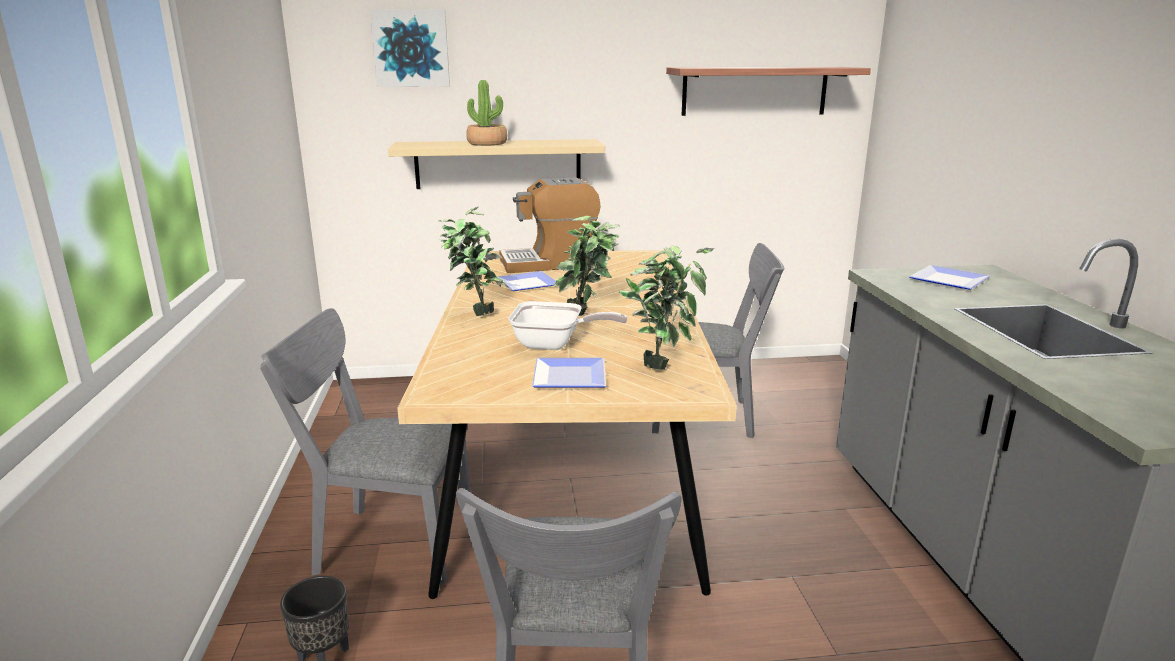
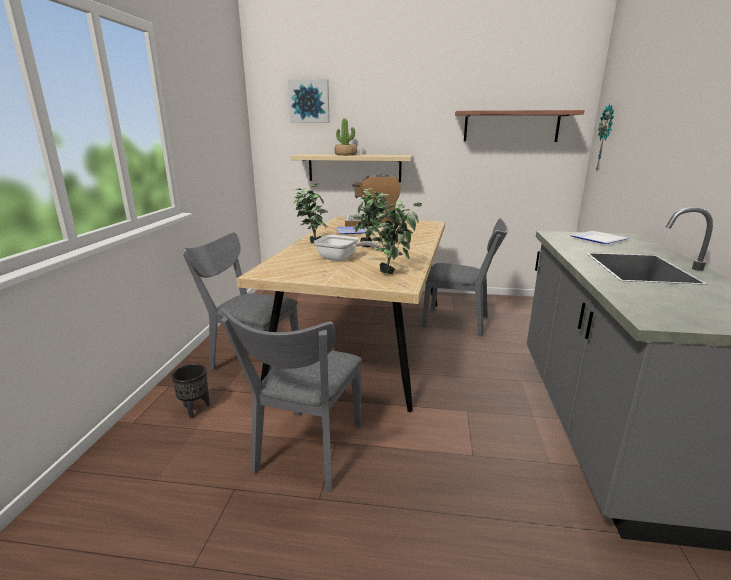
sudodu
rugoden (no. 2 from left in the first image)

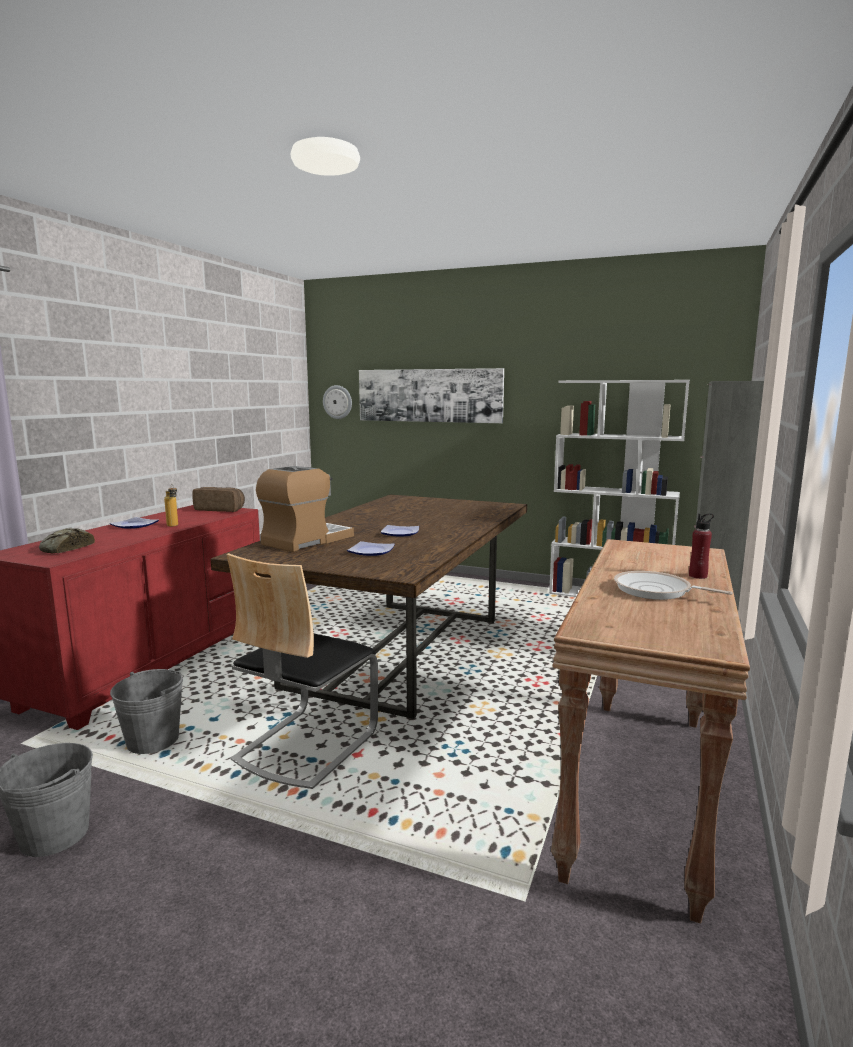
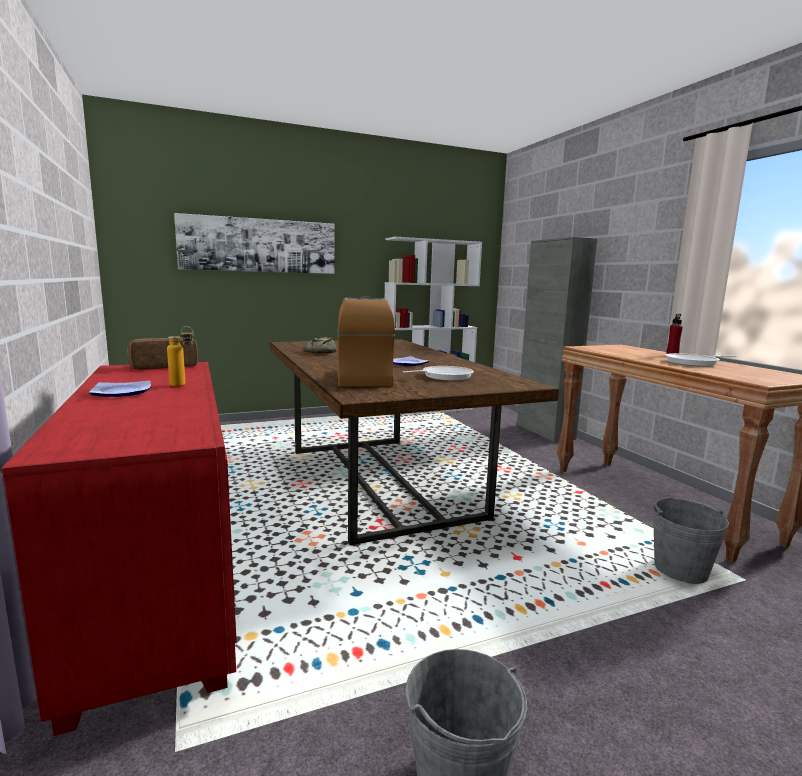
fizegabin (no. 2 from left)
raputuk (no. 1 from left)
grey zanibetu (no. 2 from left)
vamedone
sudodu

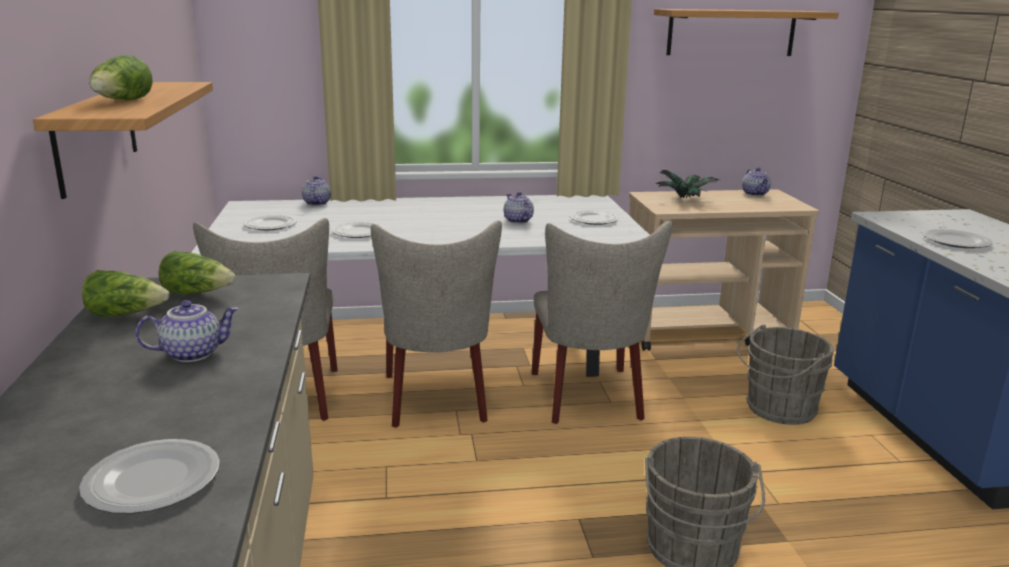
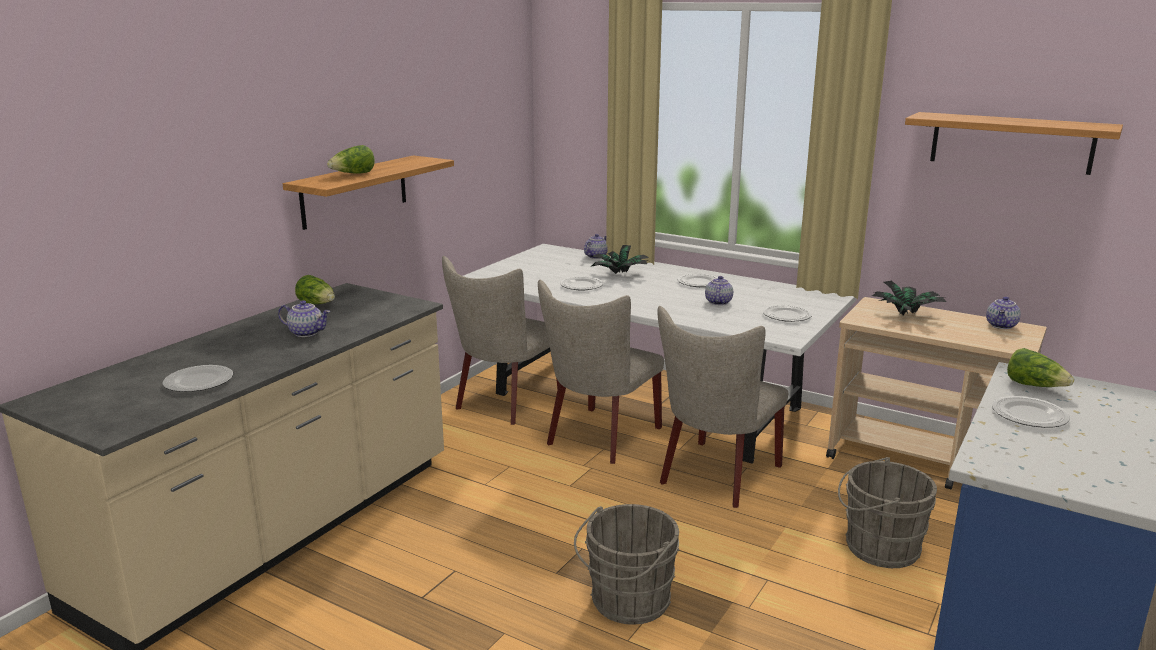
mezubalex (no. 1 from left)
rugoden (no. 3 from left)
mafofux (no. 3 from left)

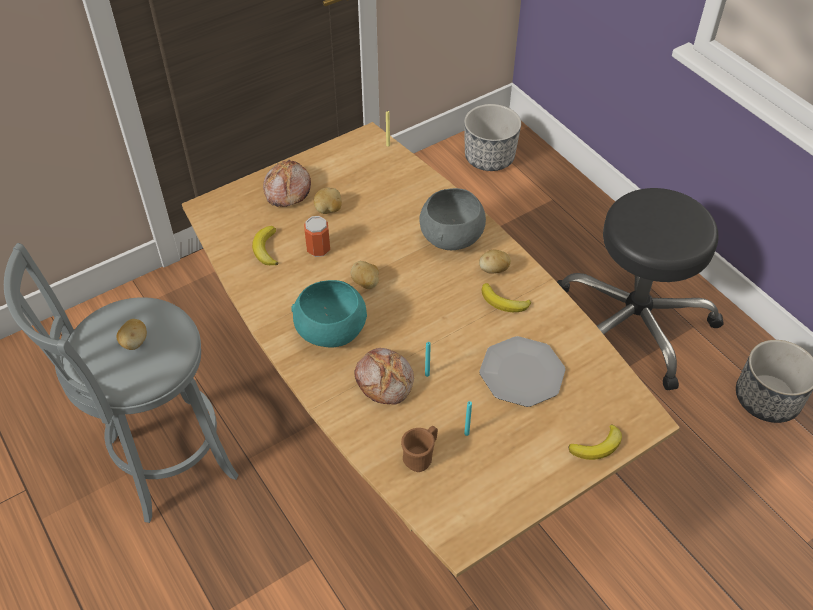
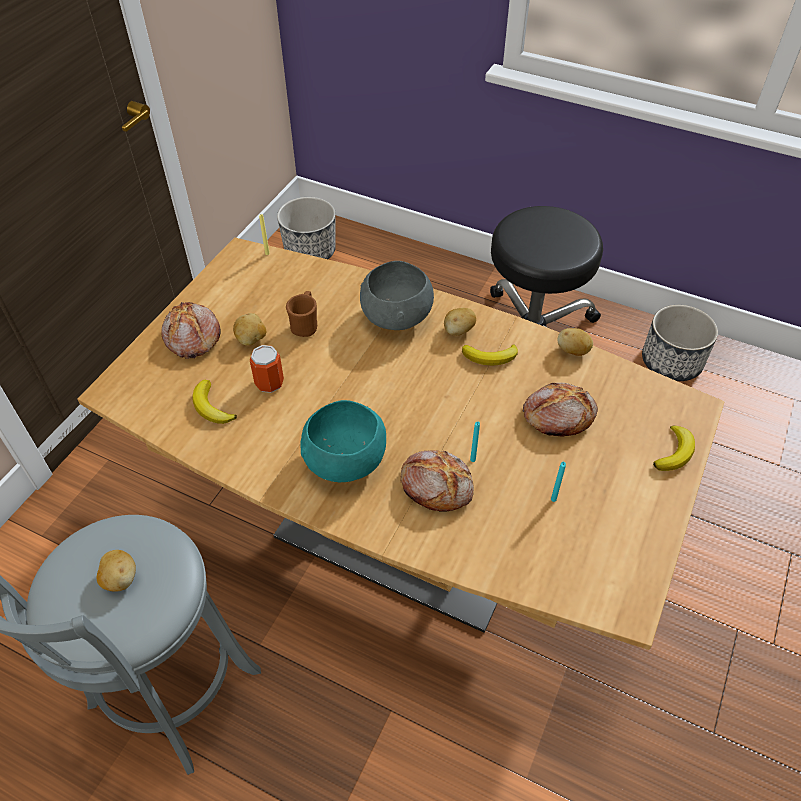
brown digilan
fizegabin (no. 3 from left)
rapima (no. 4 from left)

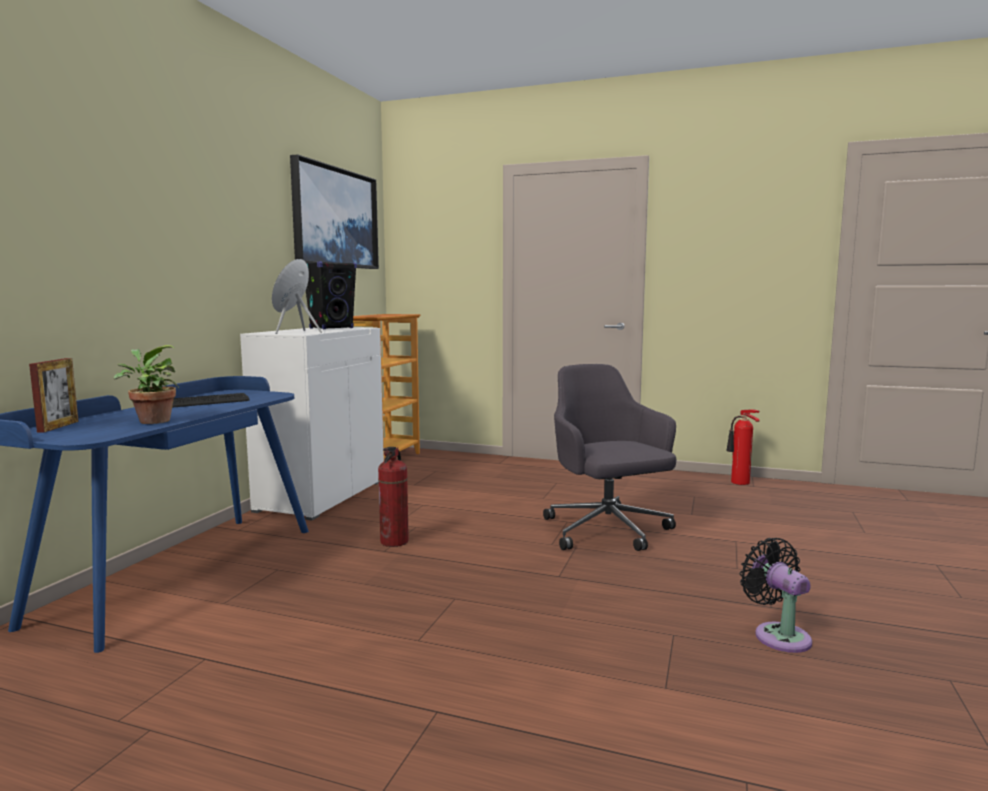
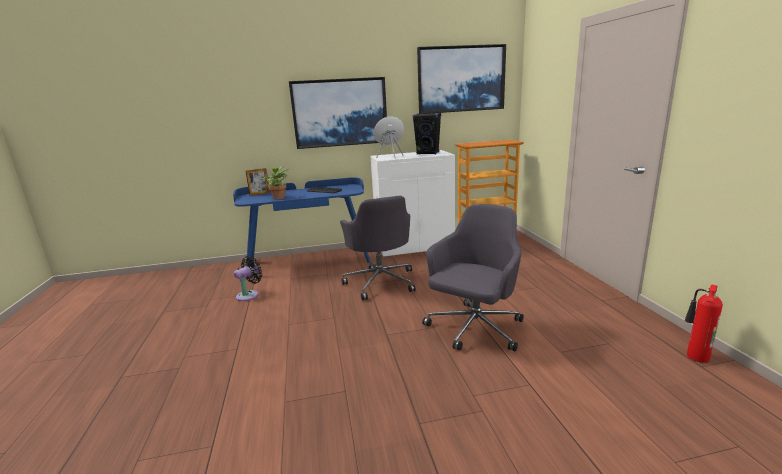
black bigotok
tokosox (no. 1 from left)
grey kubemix (no. 1 from left)

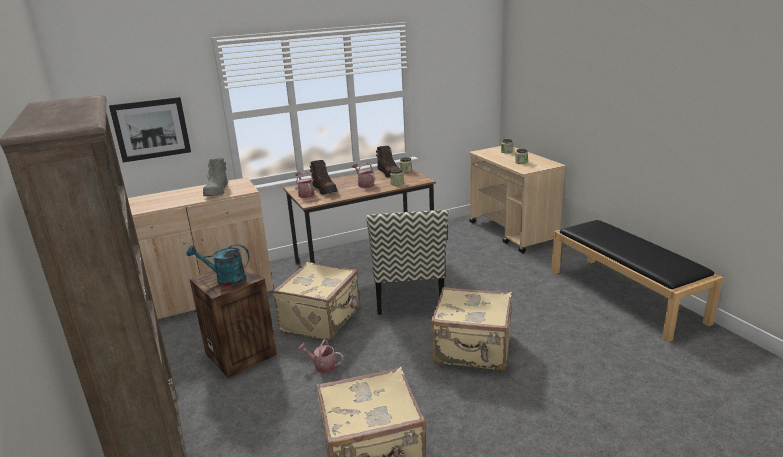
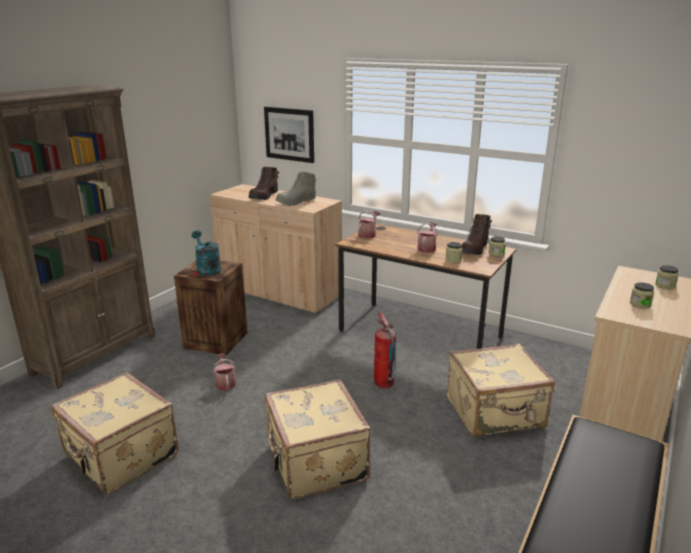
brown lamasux (no. 1 from left)
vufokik
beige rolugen (no. 3 from left)

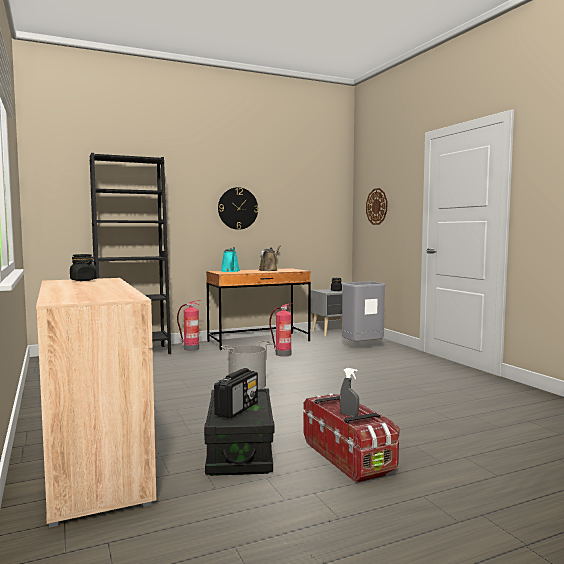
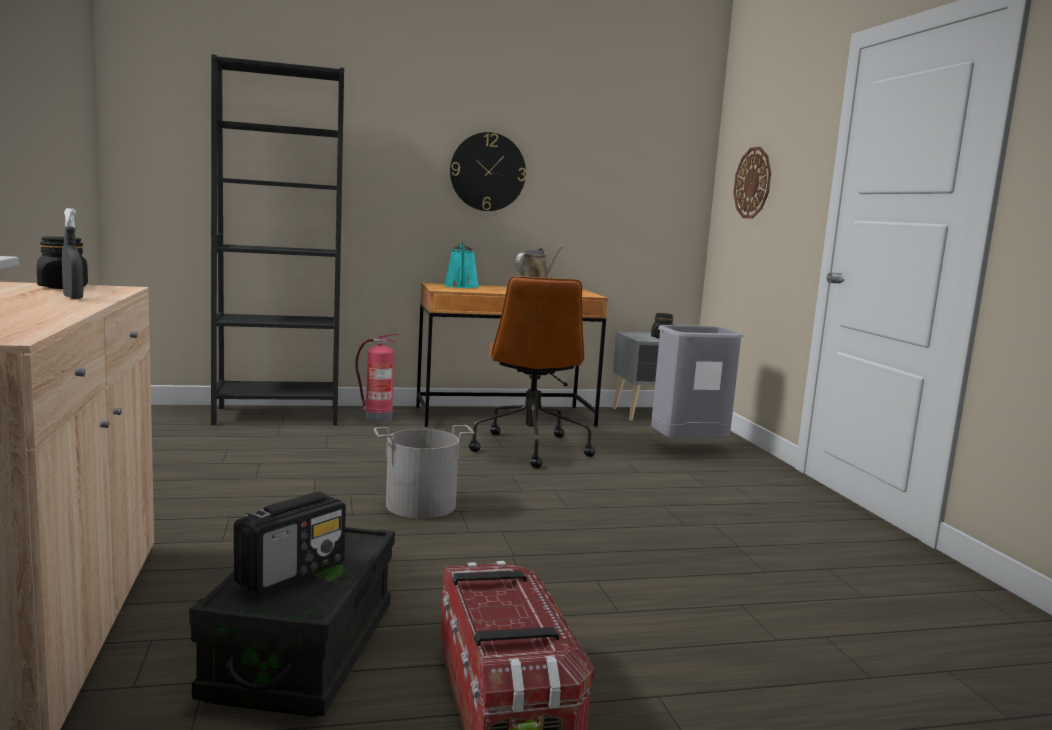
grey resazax
brown kubemix

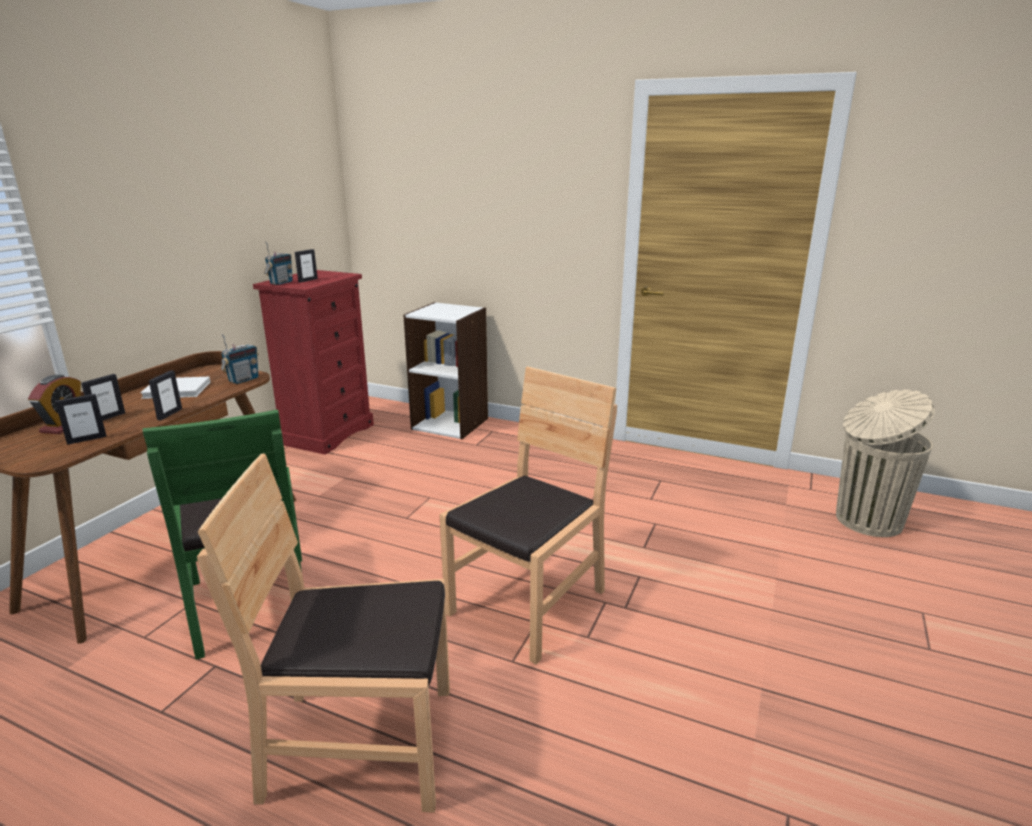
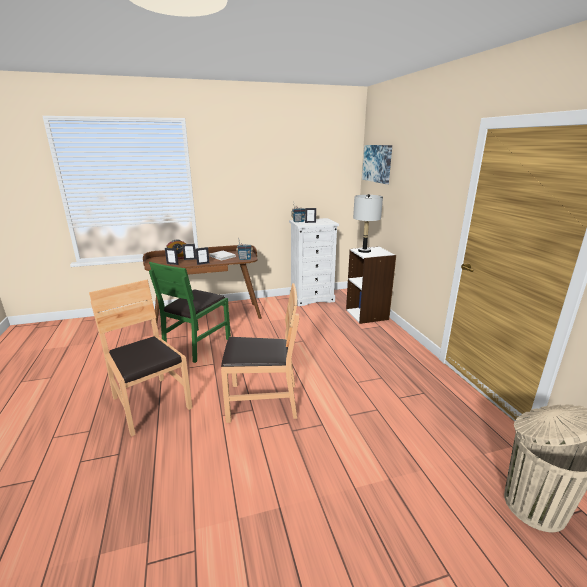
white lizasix
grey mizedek
tokosox

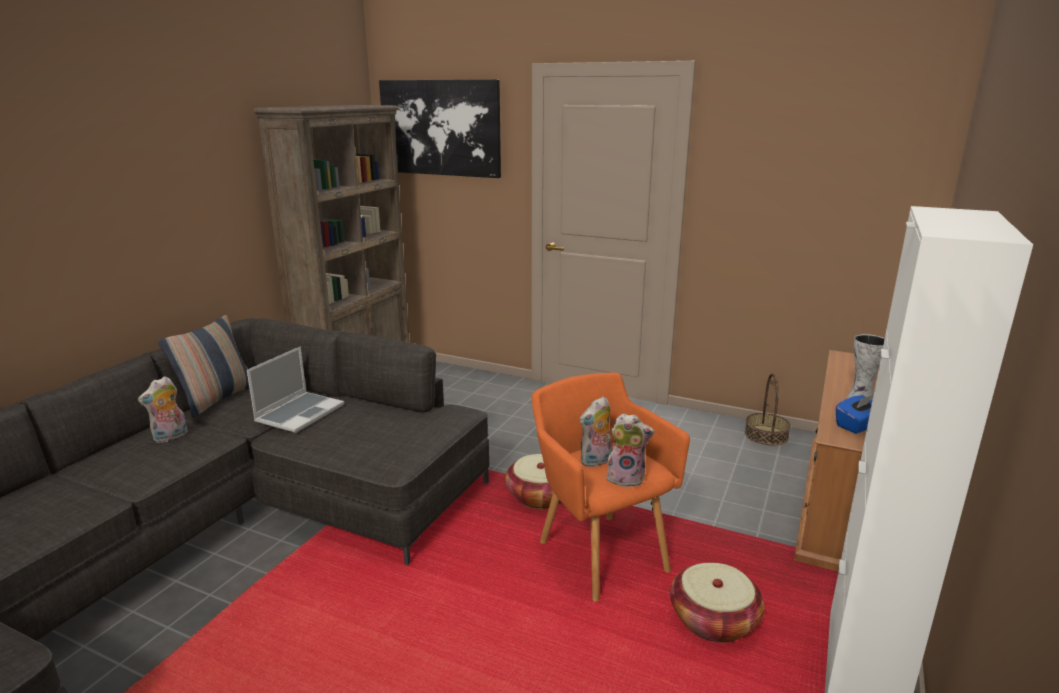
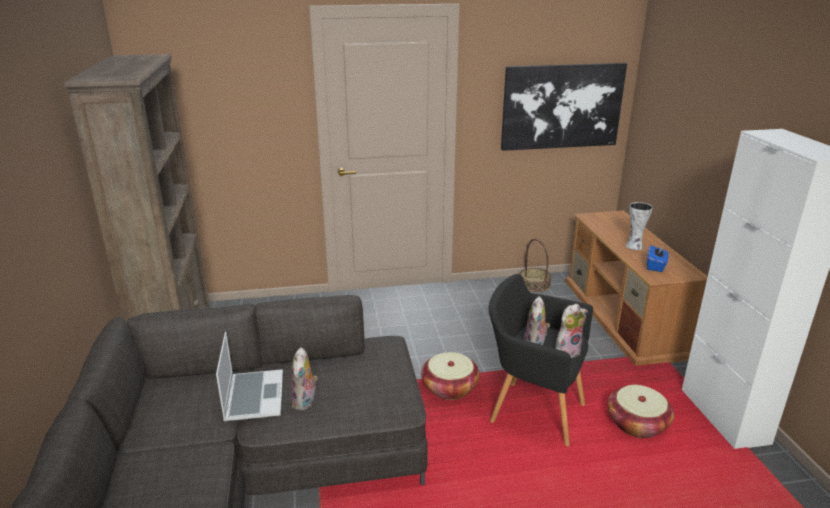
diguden (no. 1 from left)
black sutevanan
tokosox
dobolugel

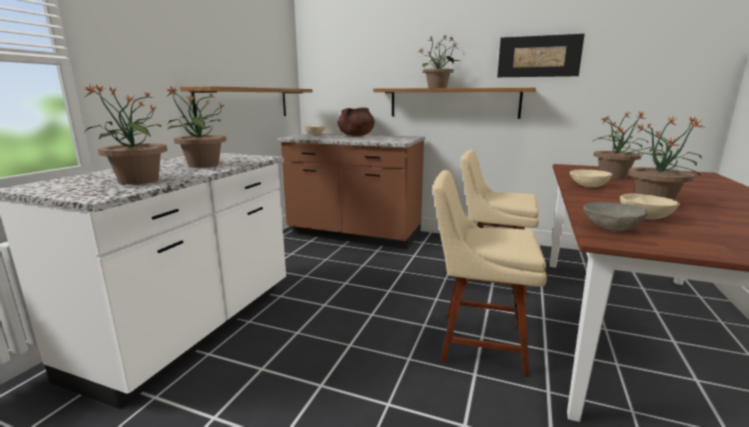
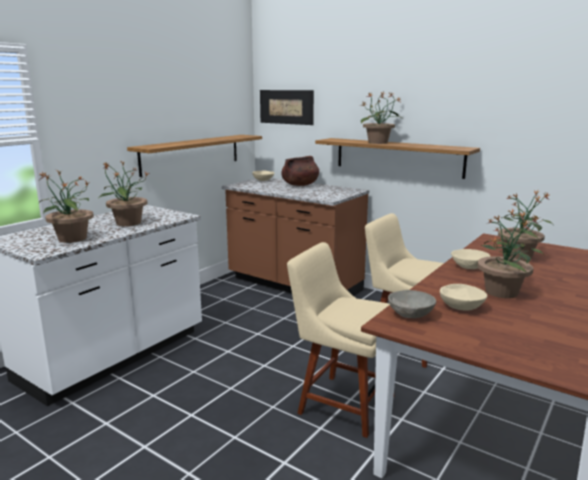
tokosox

